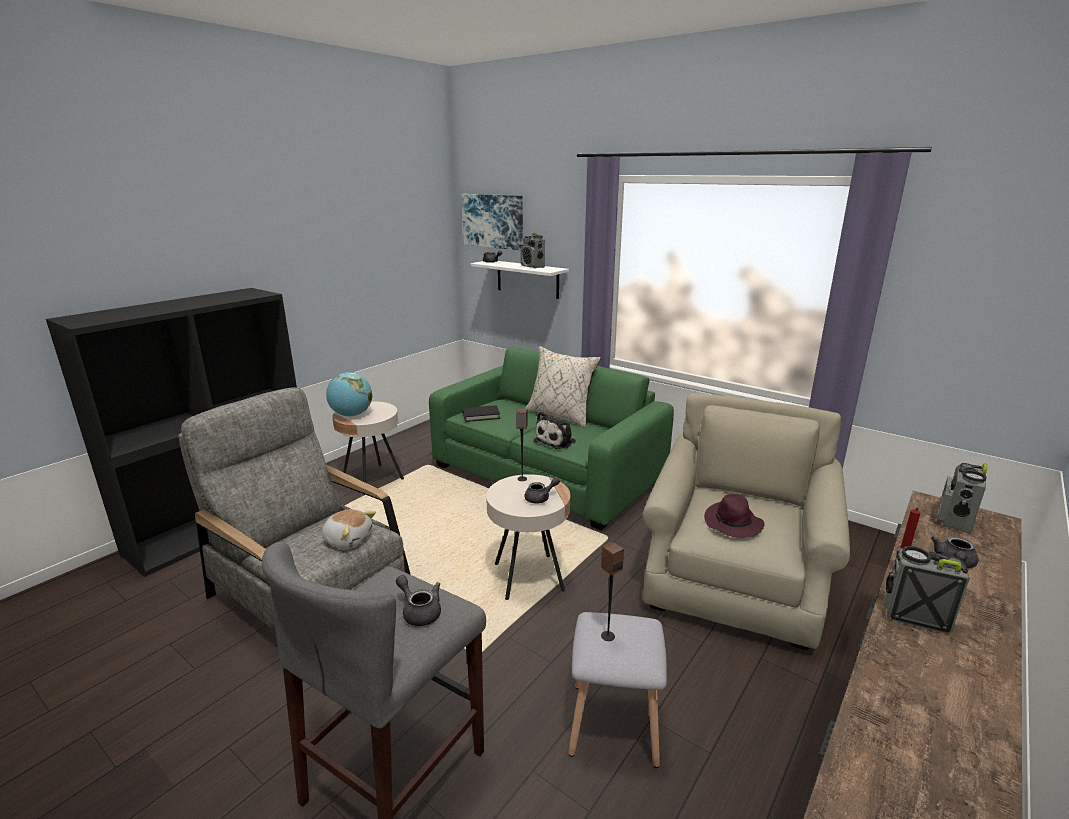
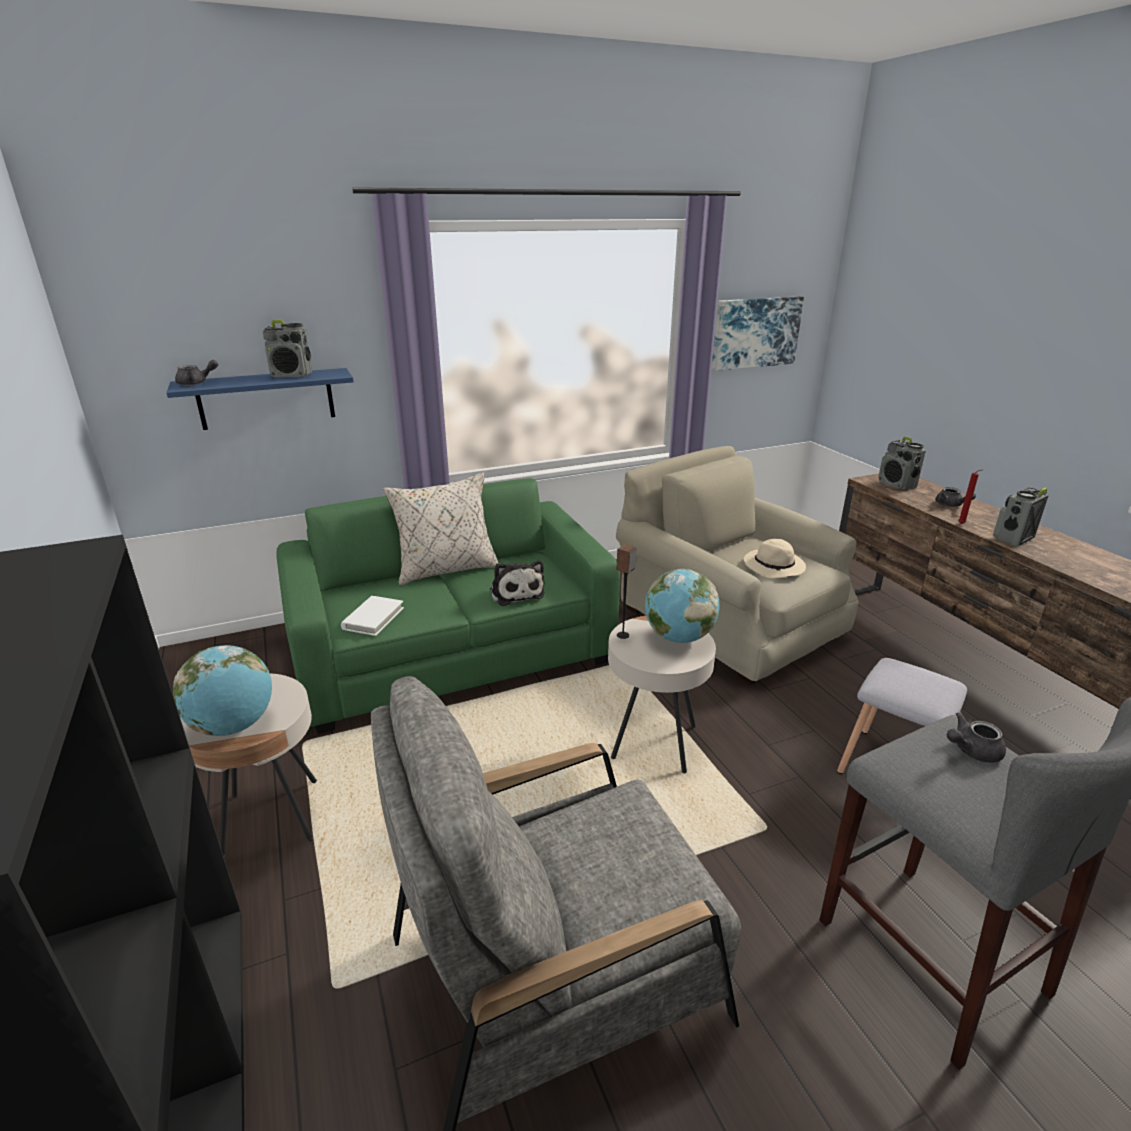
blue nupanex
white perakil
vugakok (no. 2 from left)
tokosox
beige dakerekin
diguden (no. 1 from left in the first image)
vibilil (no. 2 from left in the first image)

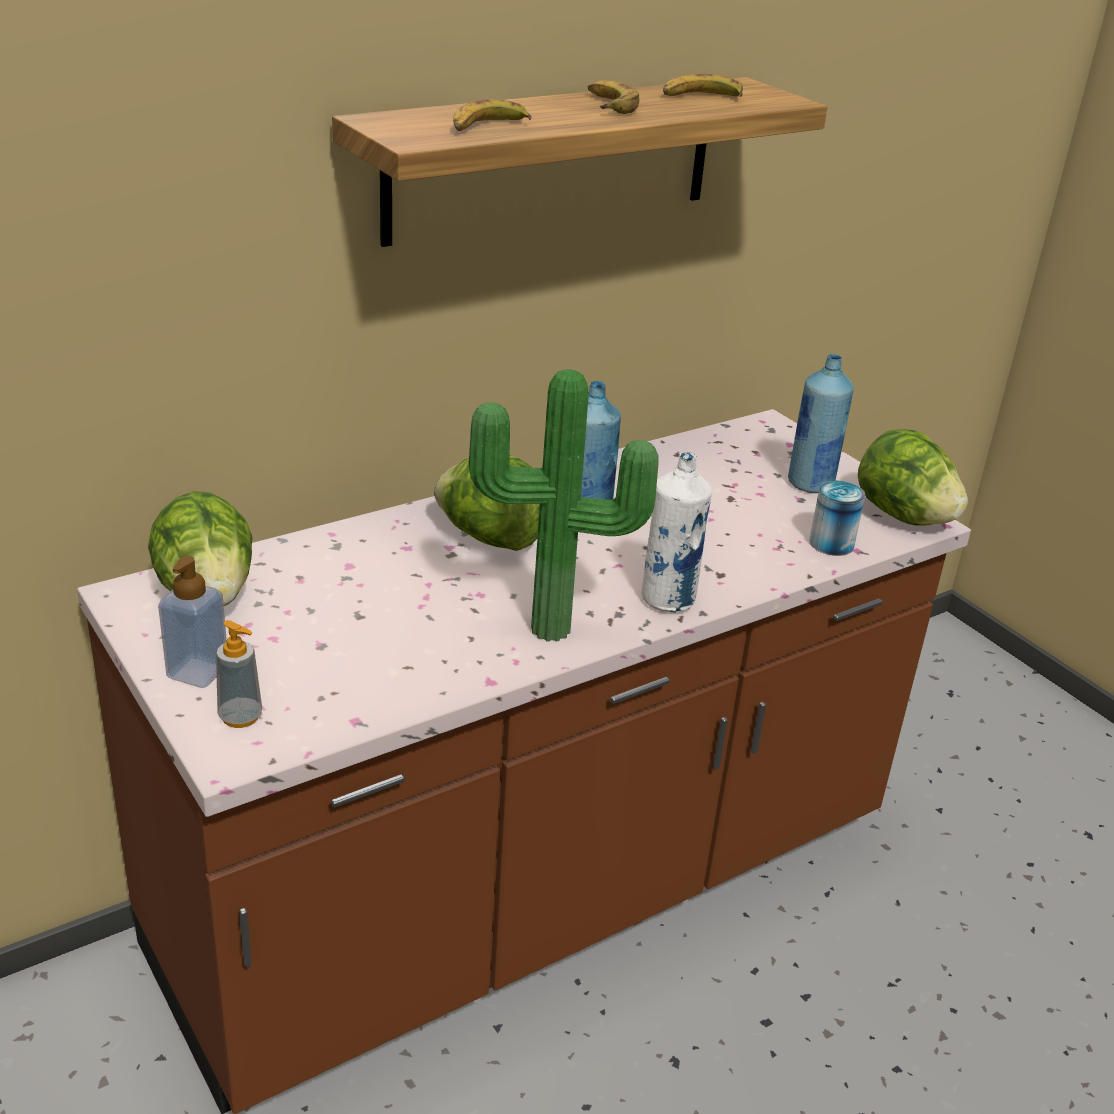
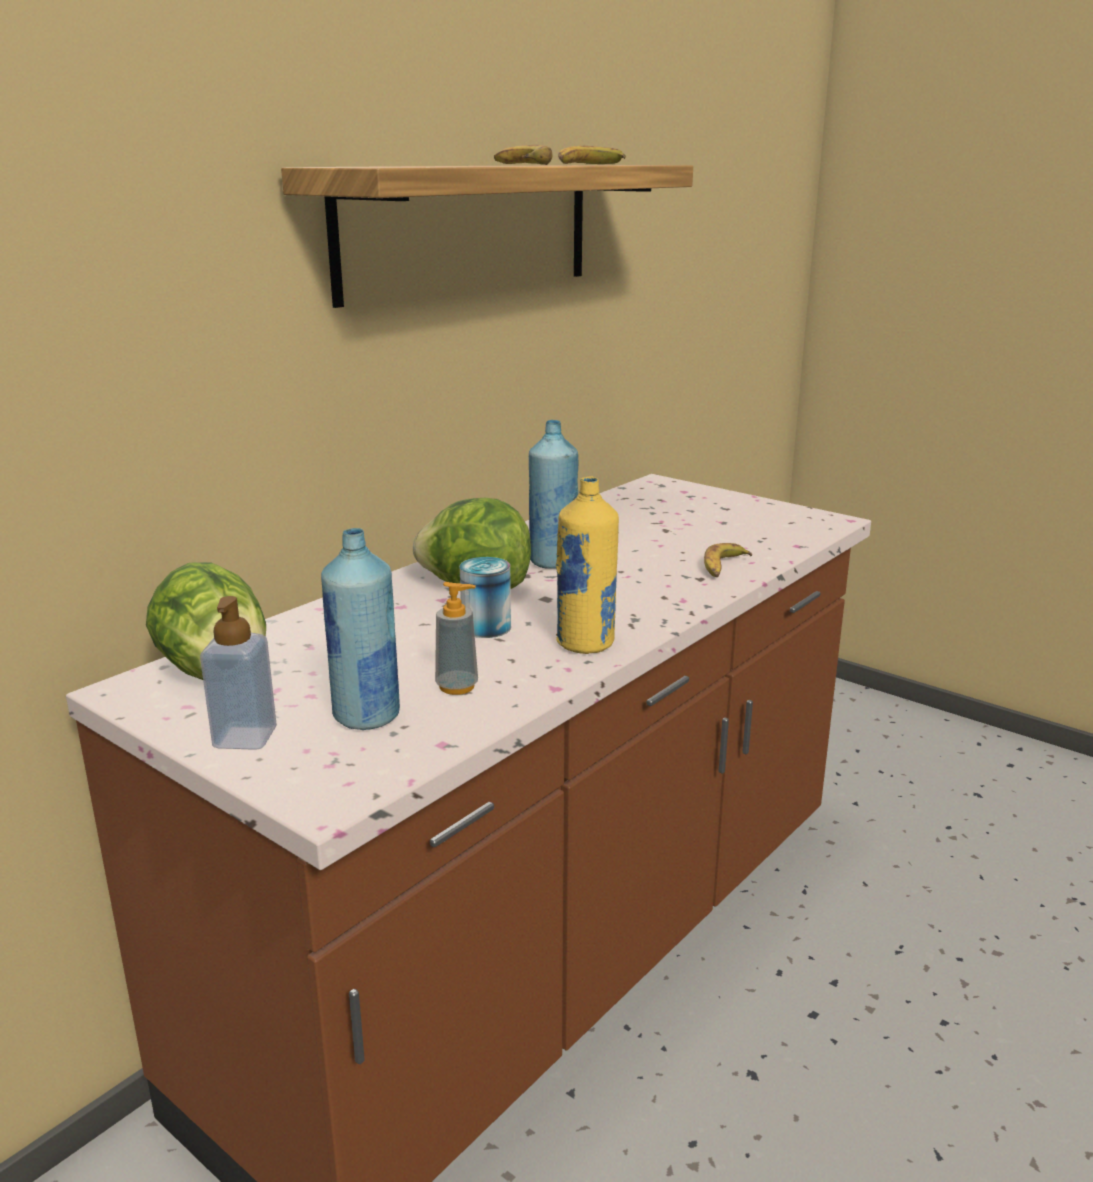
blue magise (no. 1 from left)
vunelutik (no. 2 from left)
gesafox
yellow magise
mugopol (no. 3 from left)
white magise
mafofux (no. 3 from left in the first image)

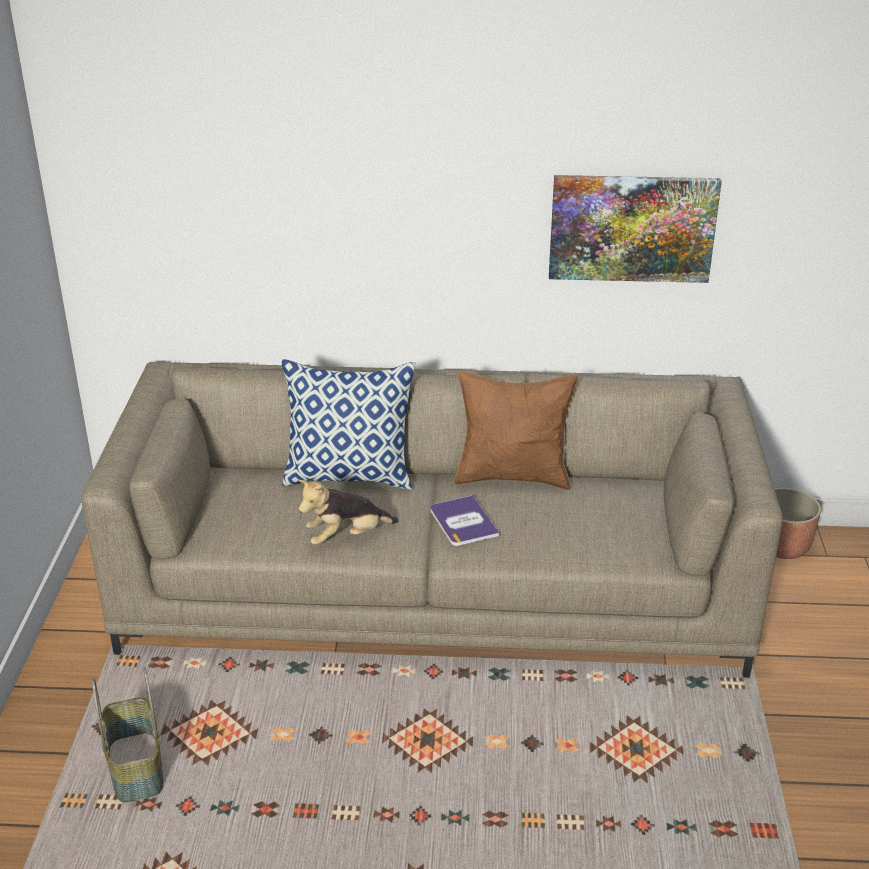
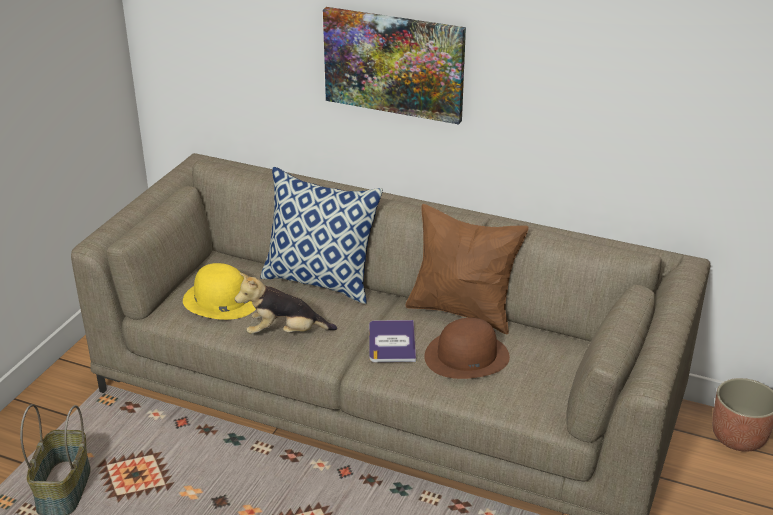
yellow dakerekin
tokosox
brown dakerekin

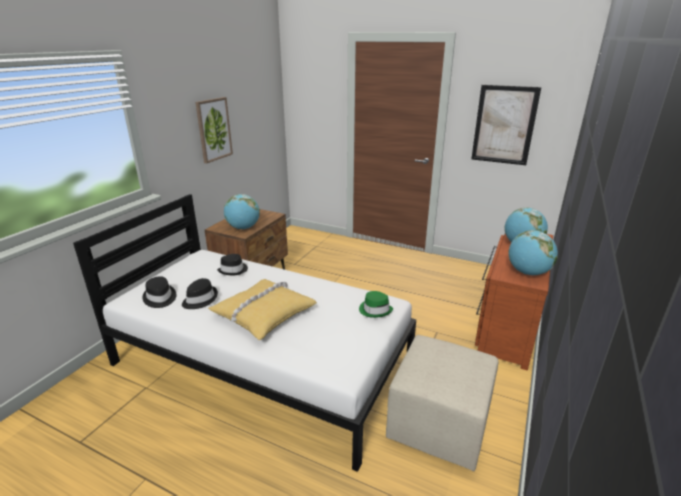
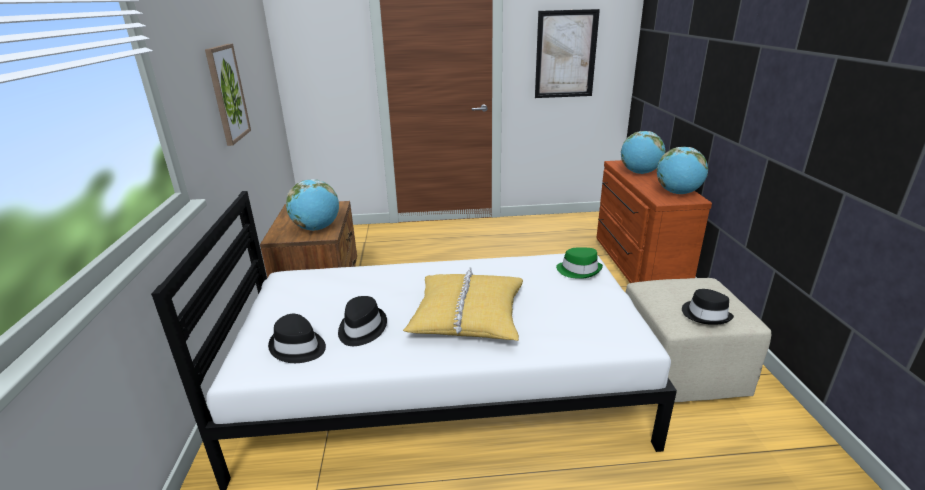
black dakerekin (no. 3 from left)

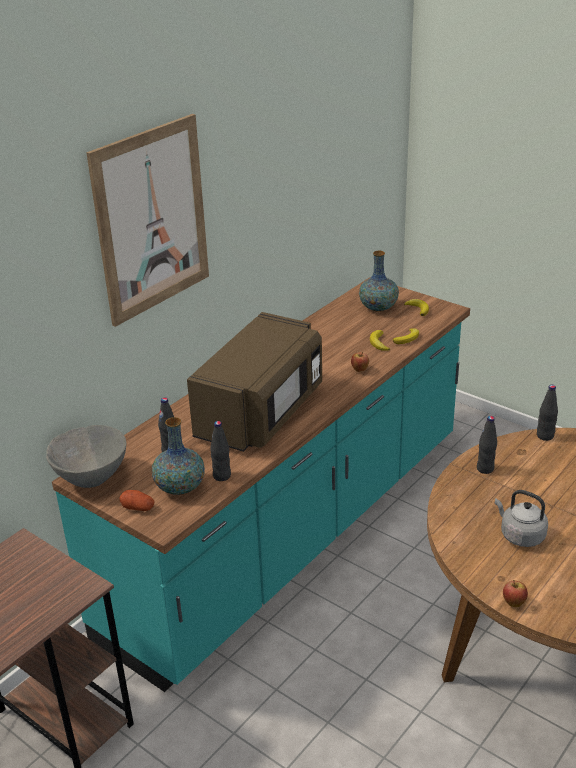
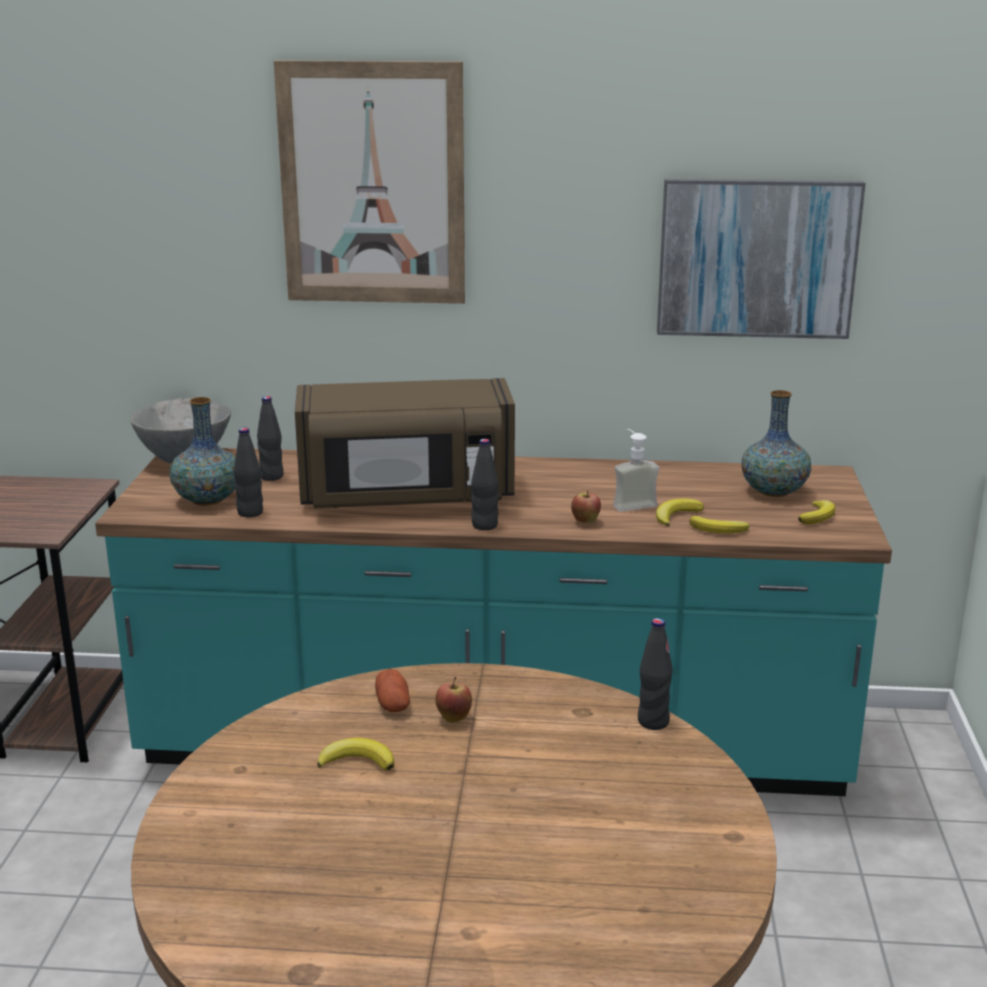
mugopol (no. 1 from left)
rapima
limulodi (no. 1 from left)
black magise (no. 3 from left)
vunelutik
tokosox (no. 2 from left)

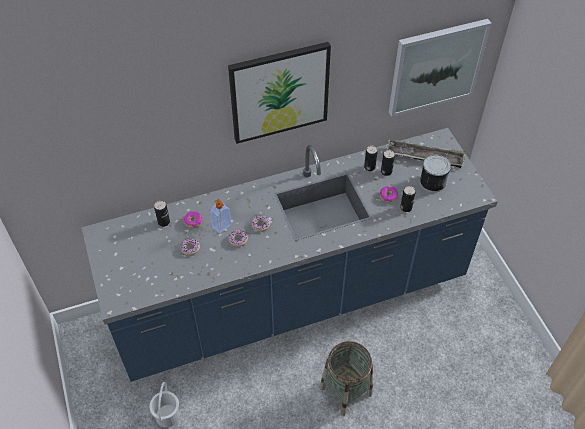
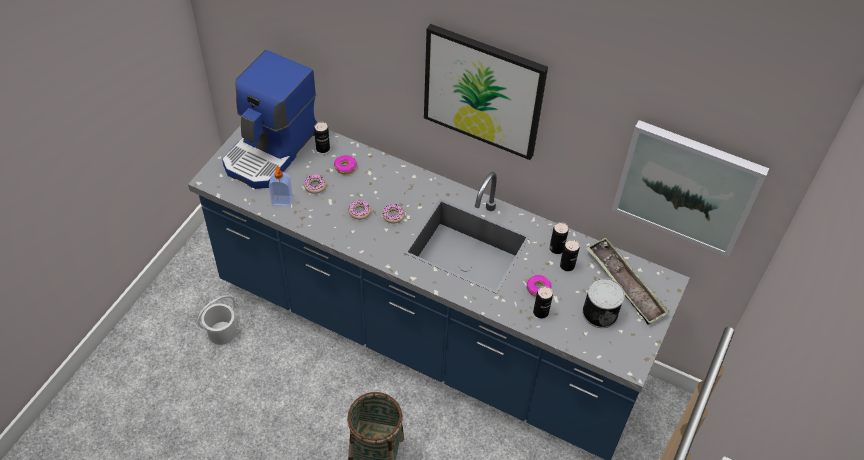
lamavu
vunelutik

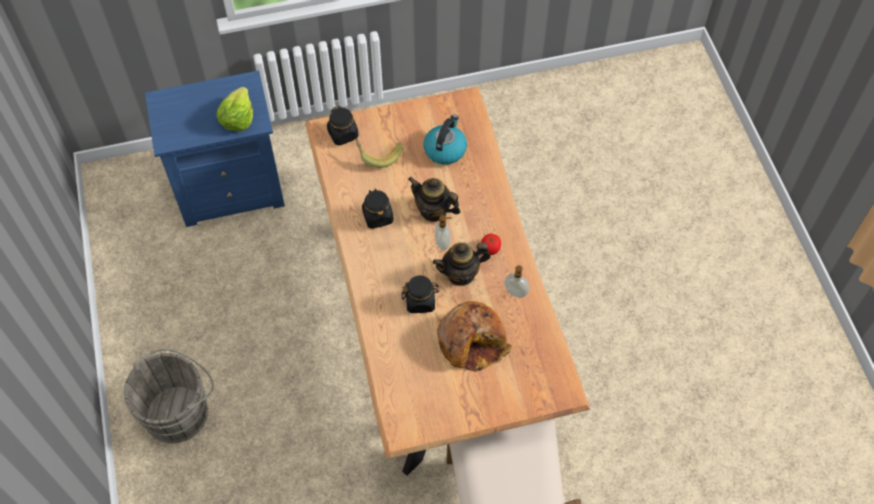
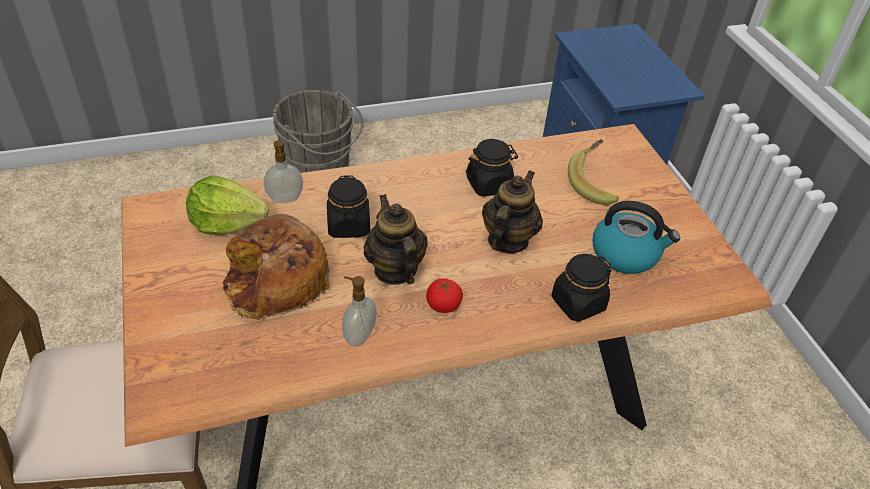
mafofux
vunelutik (no. 1 from left)
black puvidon (no. 3 from left)

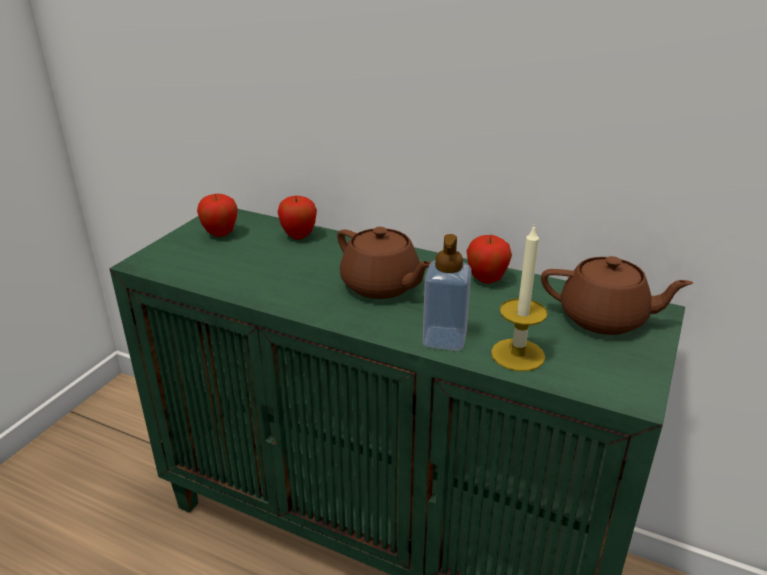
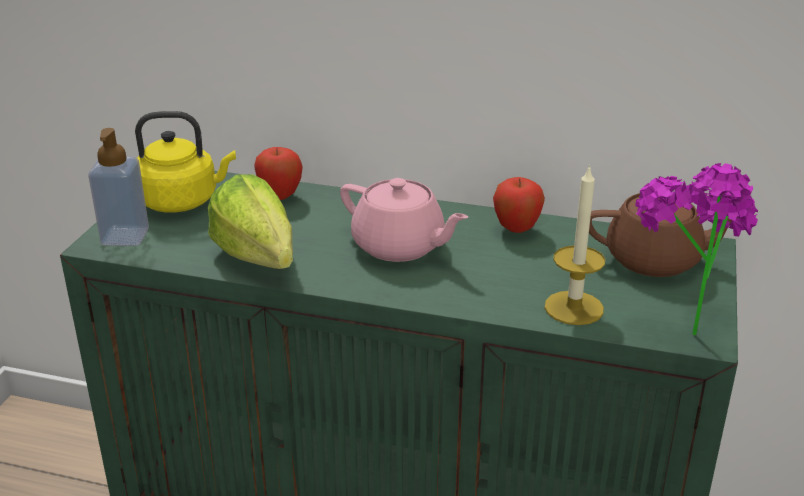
vunelutik
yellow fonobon
mafofux
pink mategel
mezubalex

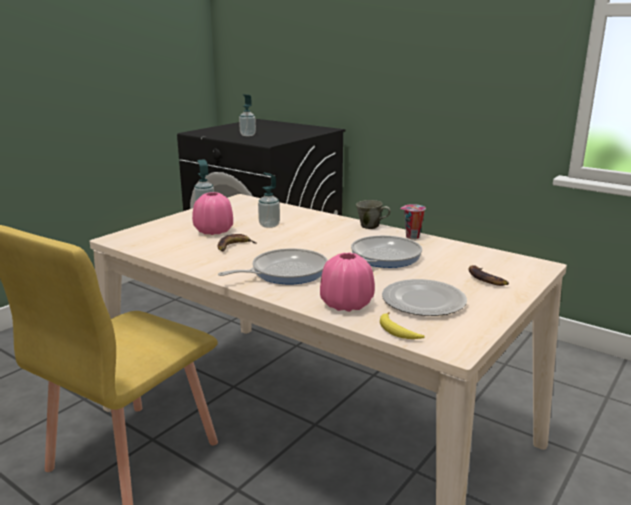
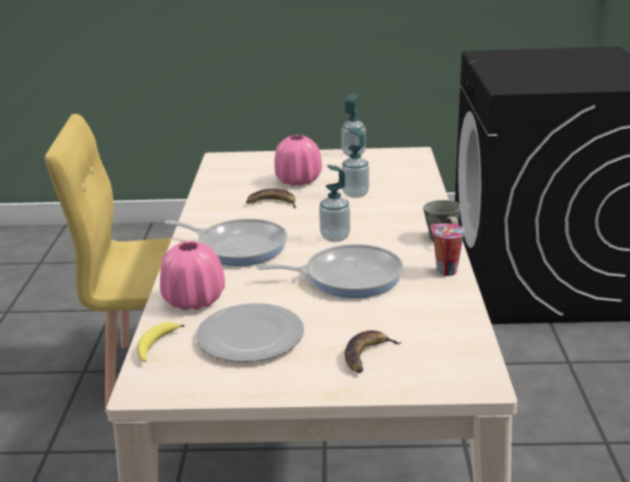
vunelutik (no. 1 from left)

